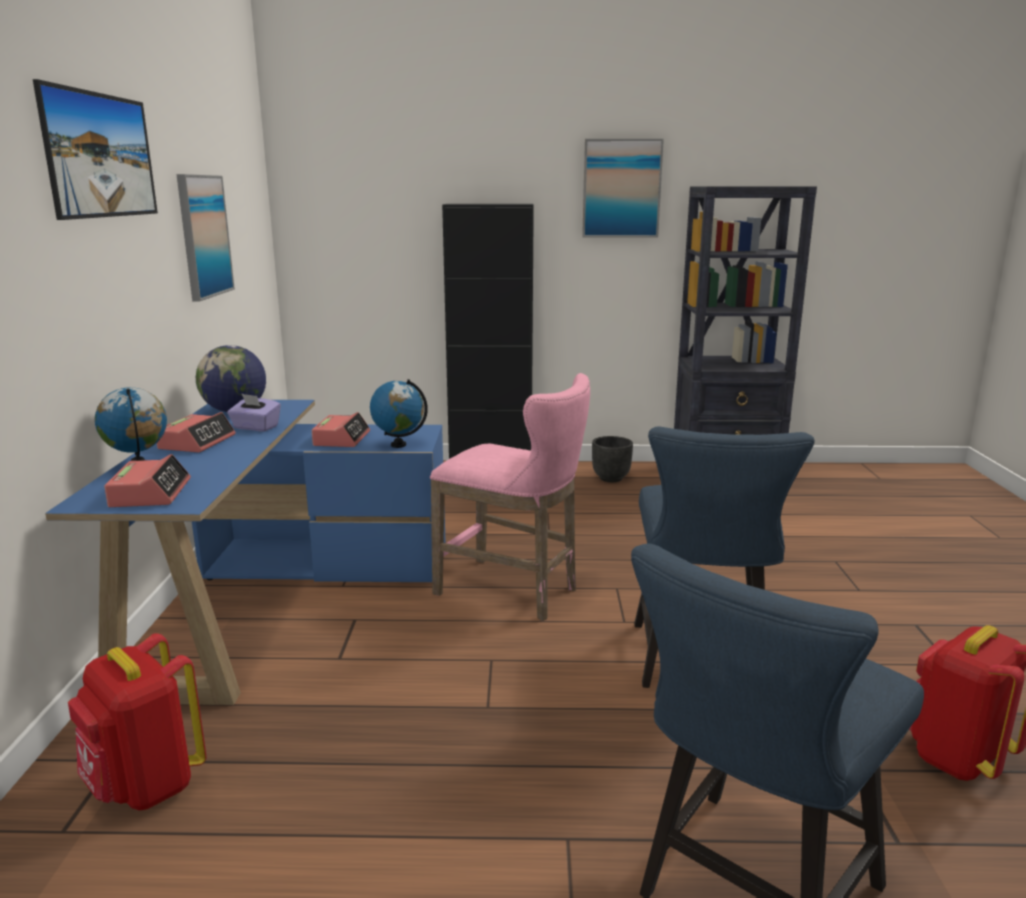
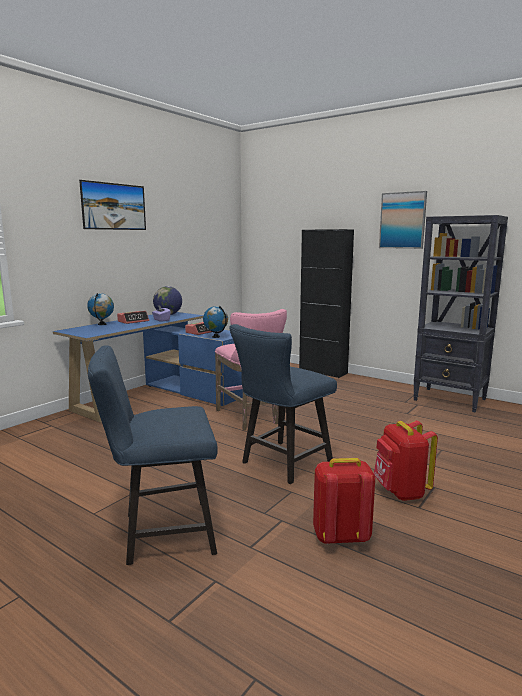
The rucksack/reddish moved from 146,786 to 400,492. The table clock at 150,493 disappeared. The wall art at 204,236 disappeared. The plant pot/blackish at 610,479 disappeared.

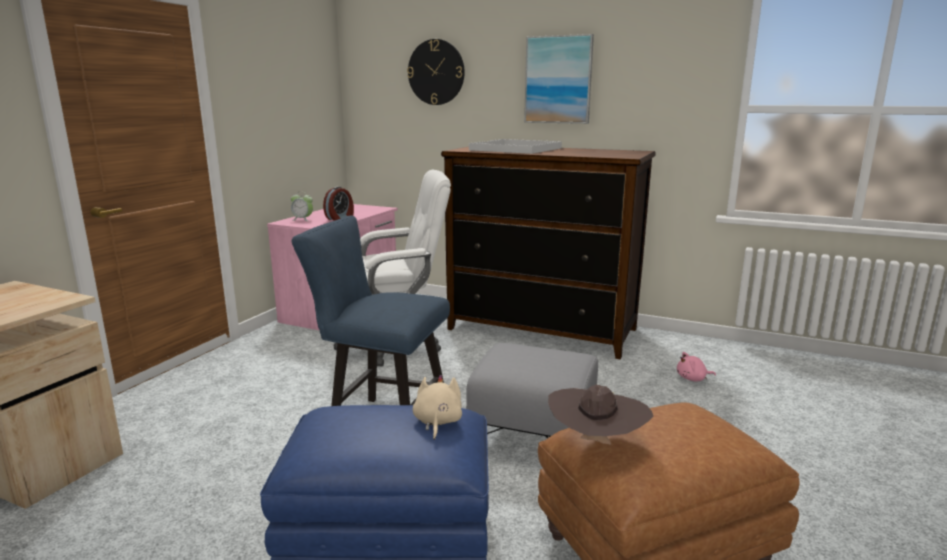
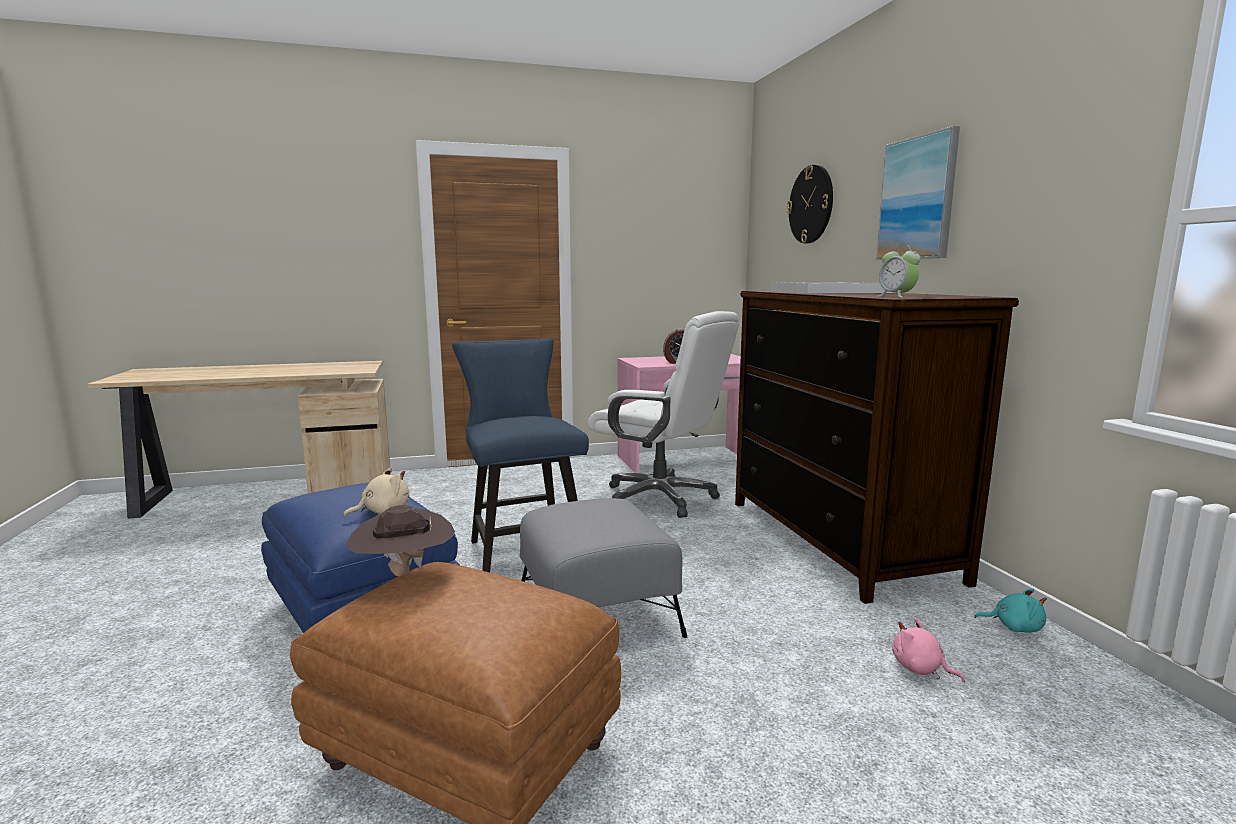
The table clock moved from 303,219 to 896,296. The cuddly toy/turquoise-coloured at 1014,627 appeared.

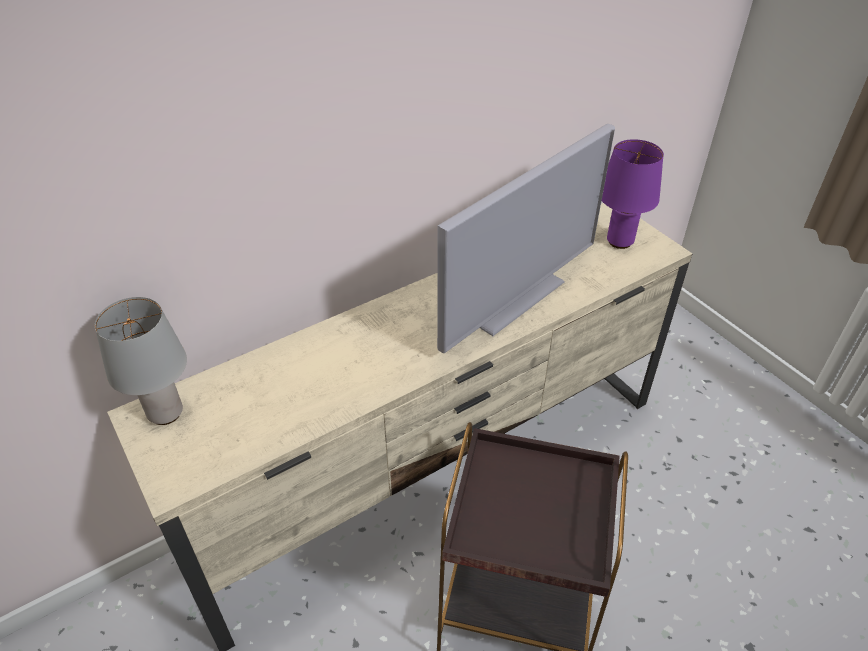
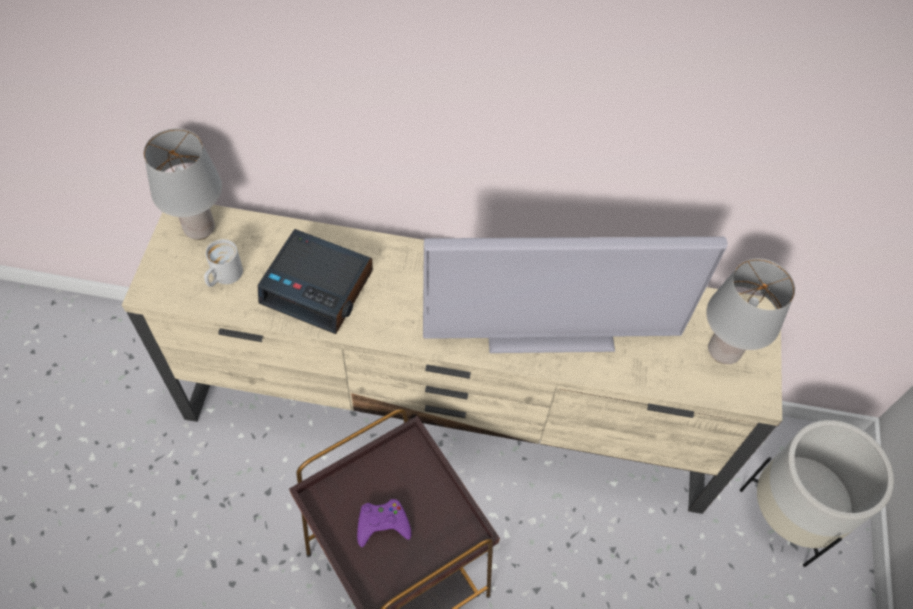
The tea mug/white-coloured at 223,277 appeared. The table clock at 318,287 appeared. The joypad/purple-coloured at 382,524 appeared. The tabletop lamp/purple-coloured at 619,242 became the tabletop lamp/grey at 722,351. The plant pot/white-coloured at 790,513 appeared.

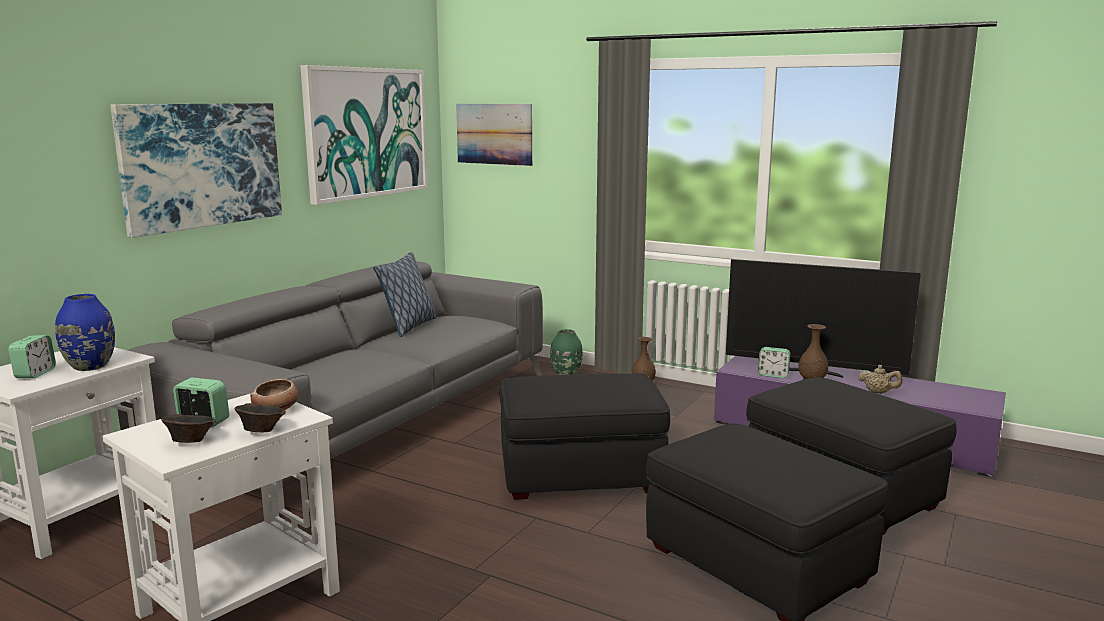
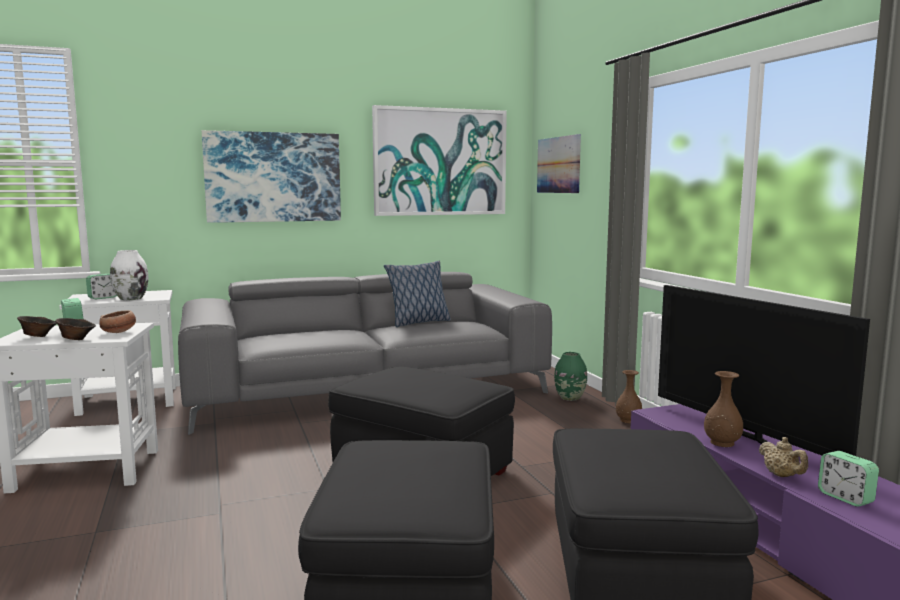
The flower vase/bluish at 89,366 became the flower vase/white-coloured at 131,298. The table clock moved from 773,375 to 845,498.

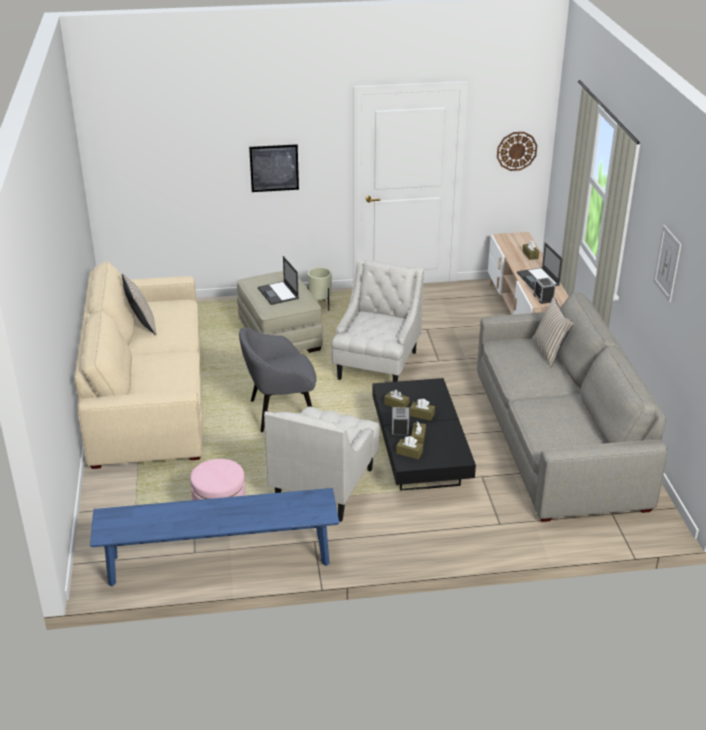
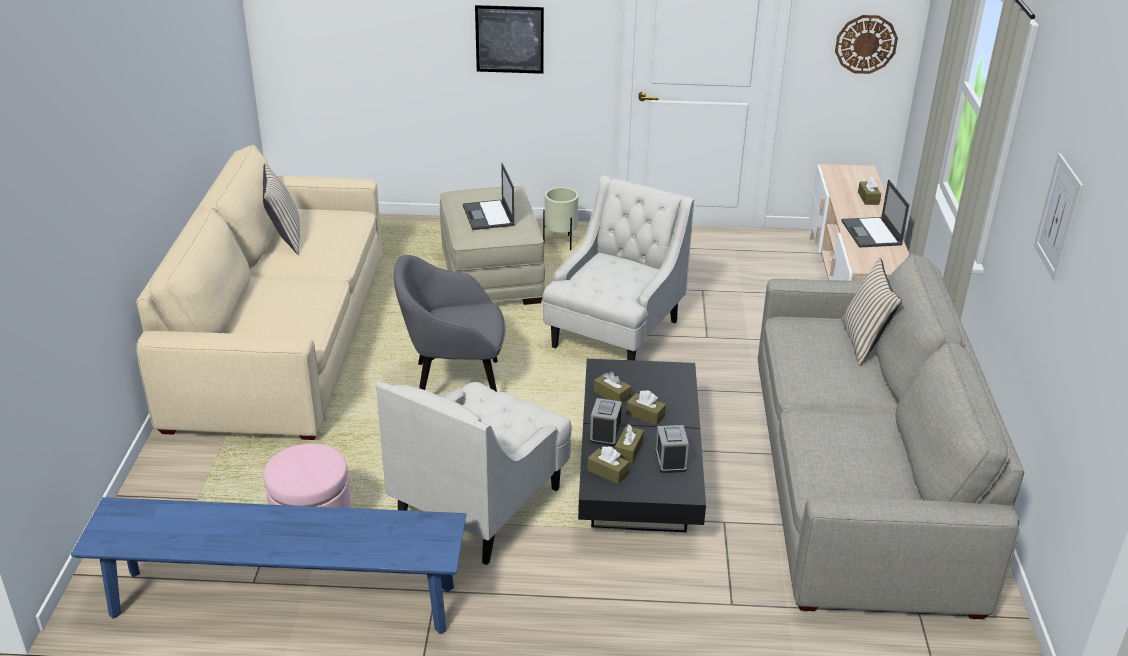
The table clock moved from 543,298 to 670,460.

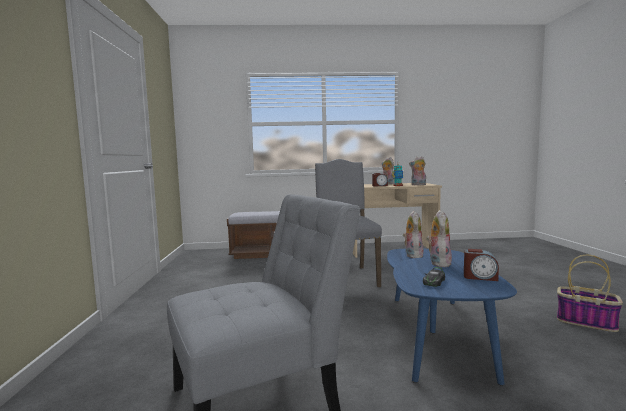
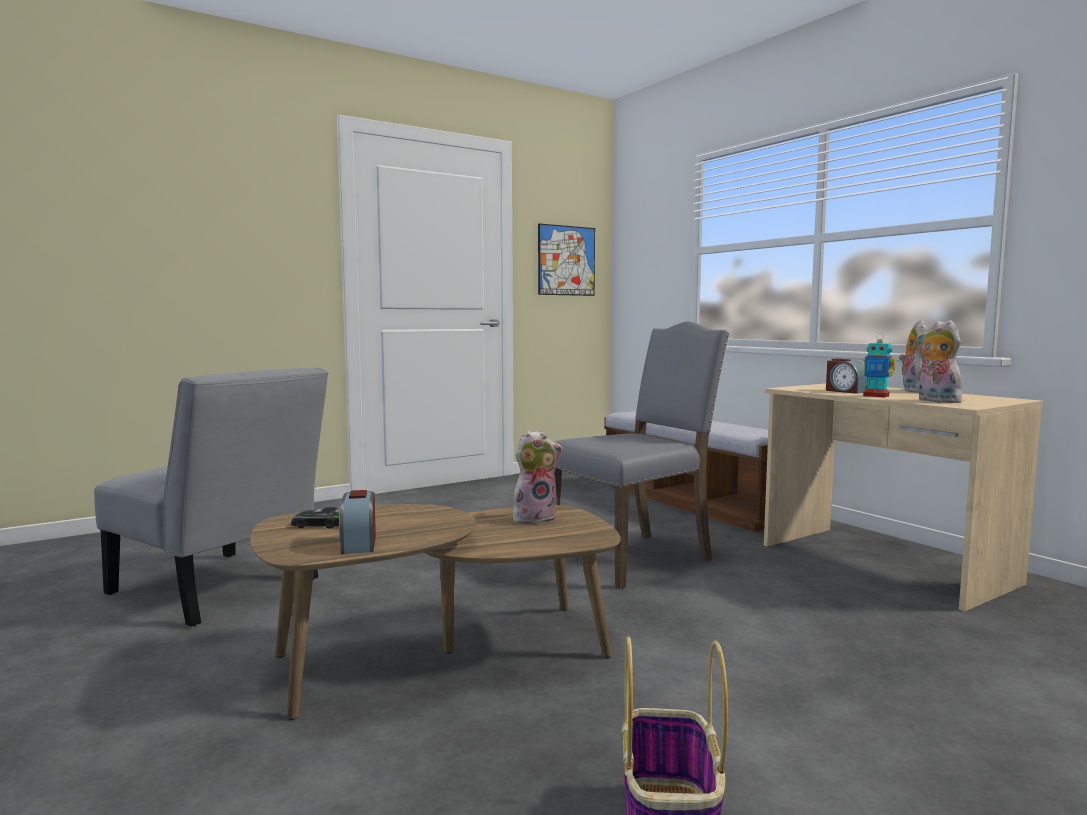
The coffee table/bluish at 435,333 became the coffee table/brown at 444,654. The wall art at 566,260 appeared. The cuddly toy at 438,263 disappeared.

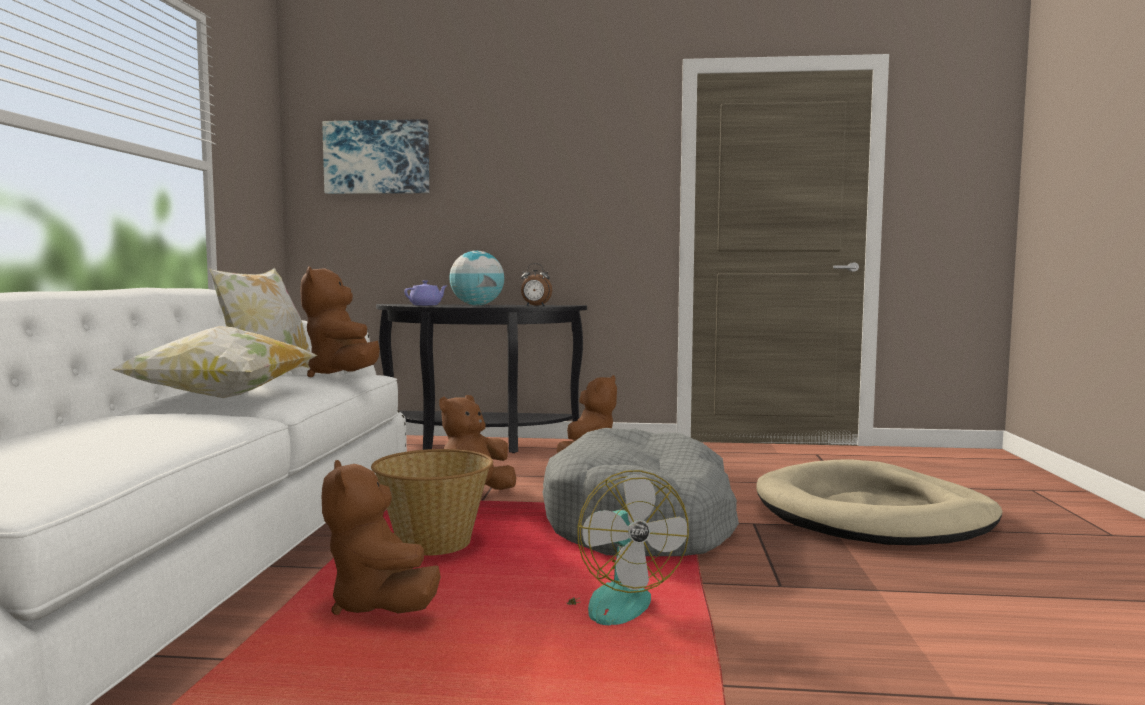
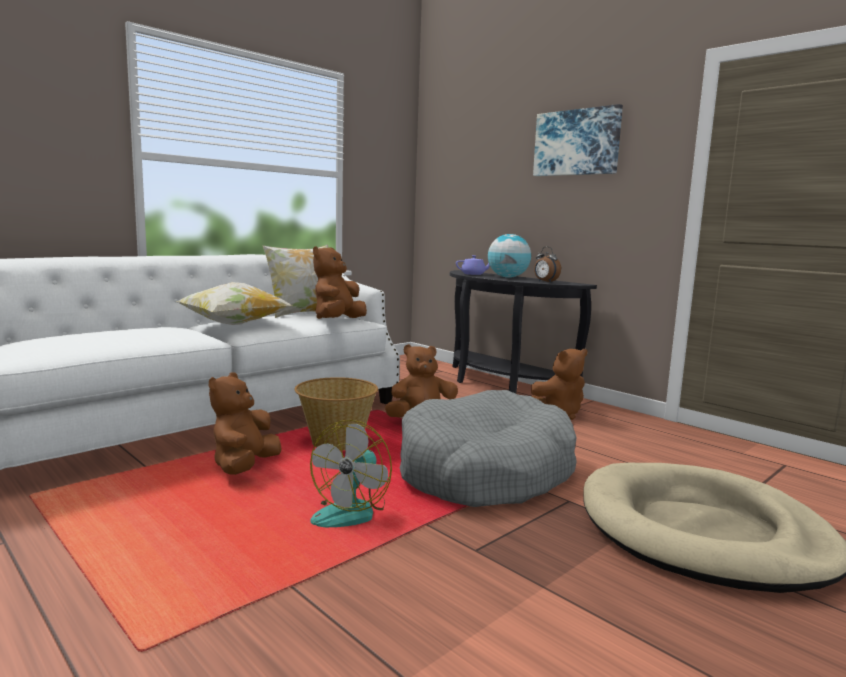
The wall art moved from 377,157 to 577,142.

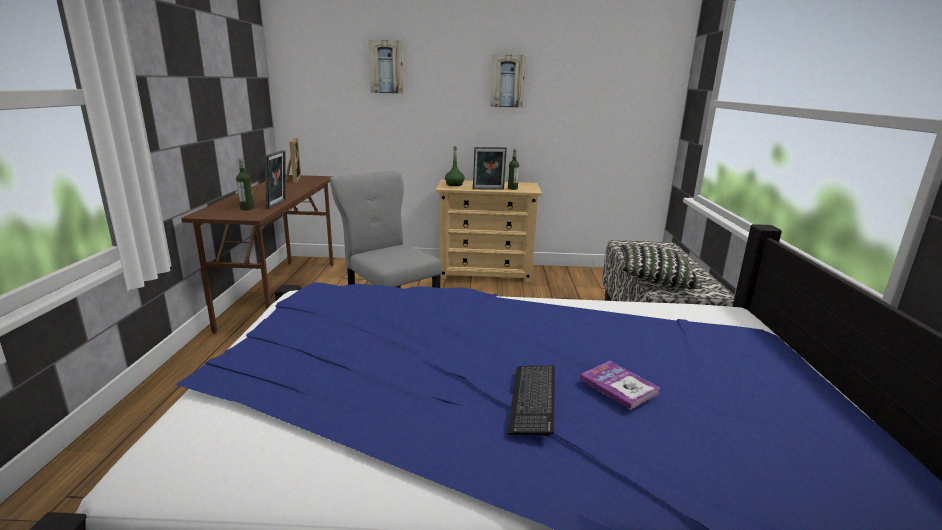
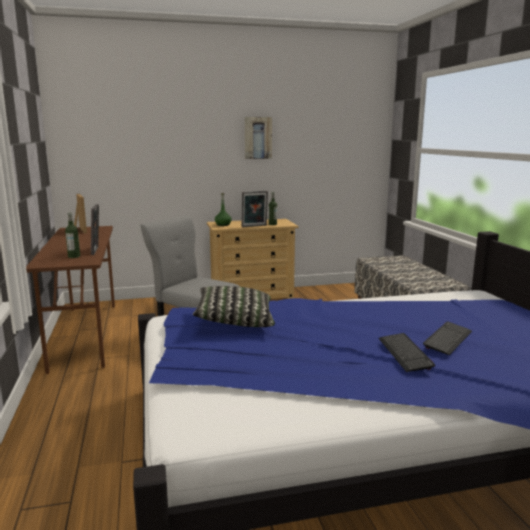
The cushion moved from 654,280 to 235,321. The bound book at 618,386 was replaced by the computer keyboard at 447,339. The wall art at 386,67 disappeared.

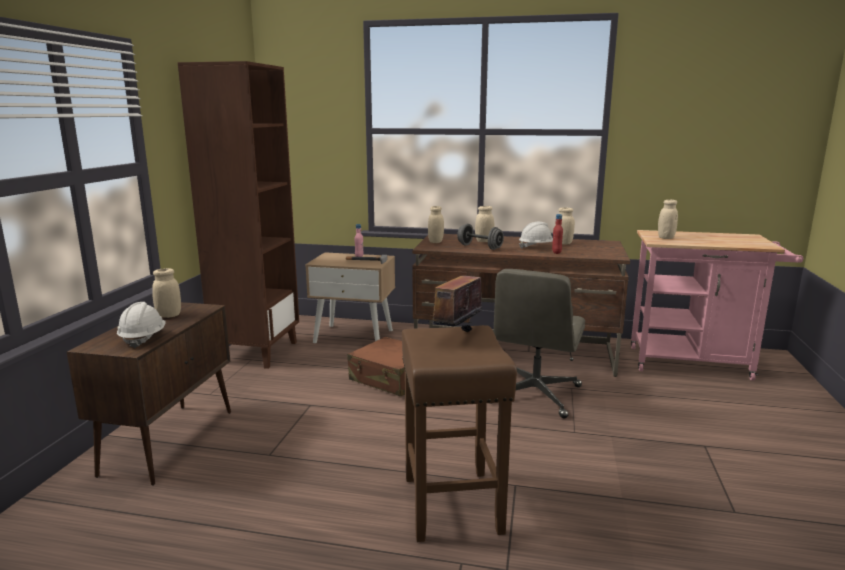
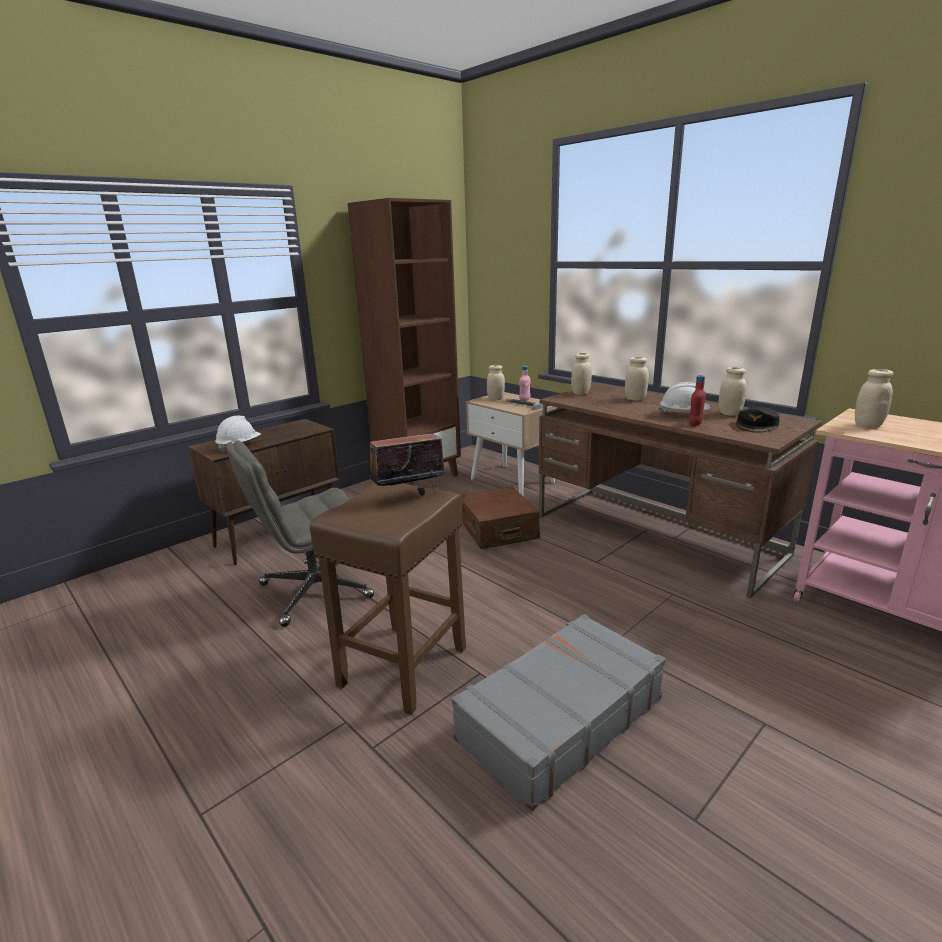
The desk chair/grey moved from 535,395 to 314,591. The piece of luggage/grey at 559,718 appeared. The preserve jar/beige moved from 169,315 to 495,399. The peaked cap/blackish at 757,425 appeared. The dumbbell/grey at 480,247 disappeared.

